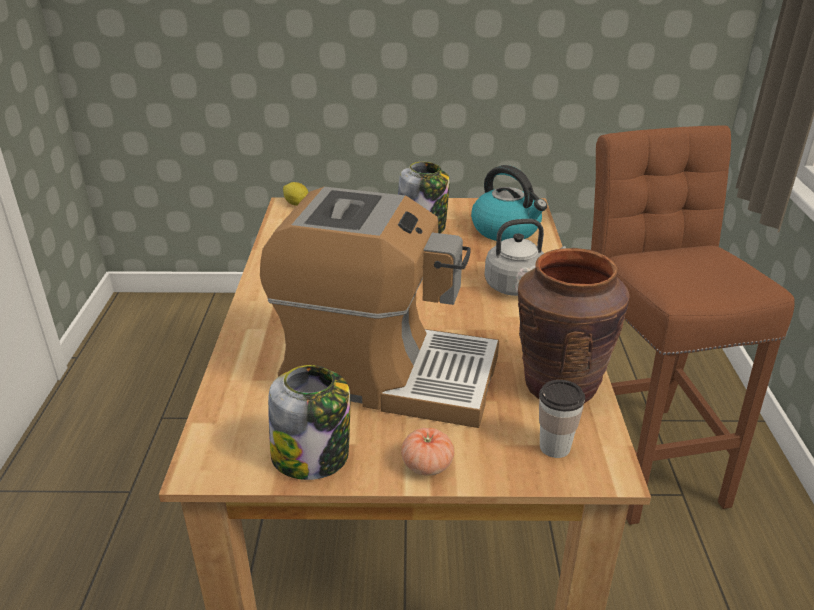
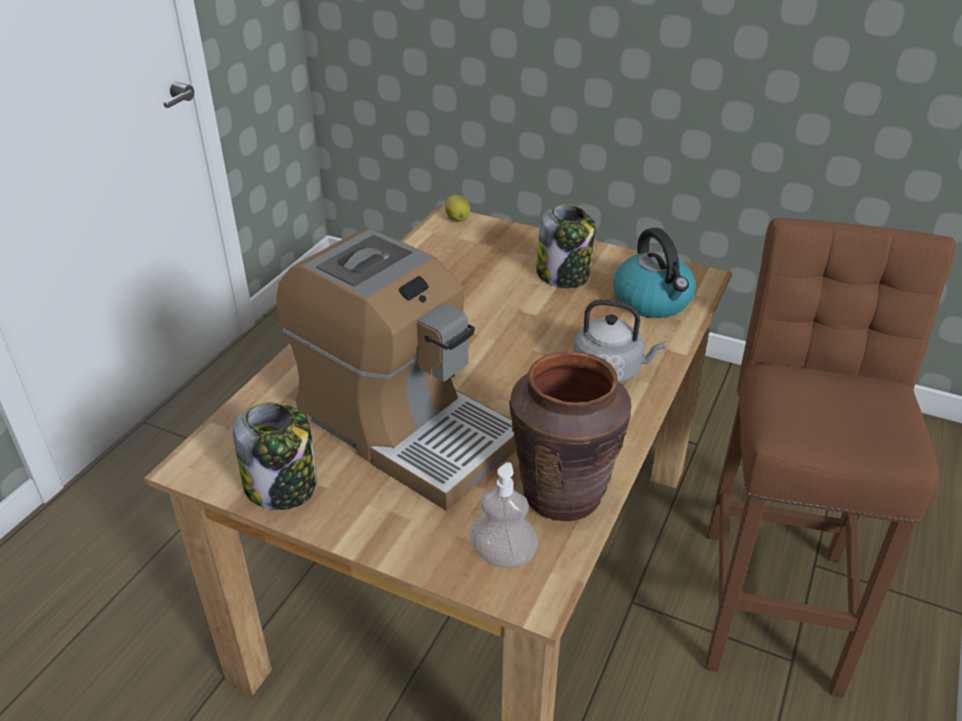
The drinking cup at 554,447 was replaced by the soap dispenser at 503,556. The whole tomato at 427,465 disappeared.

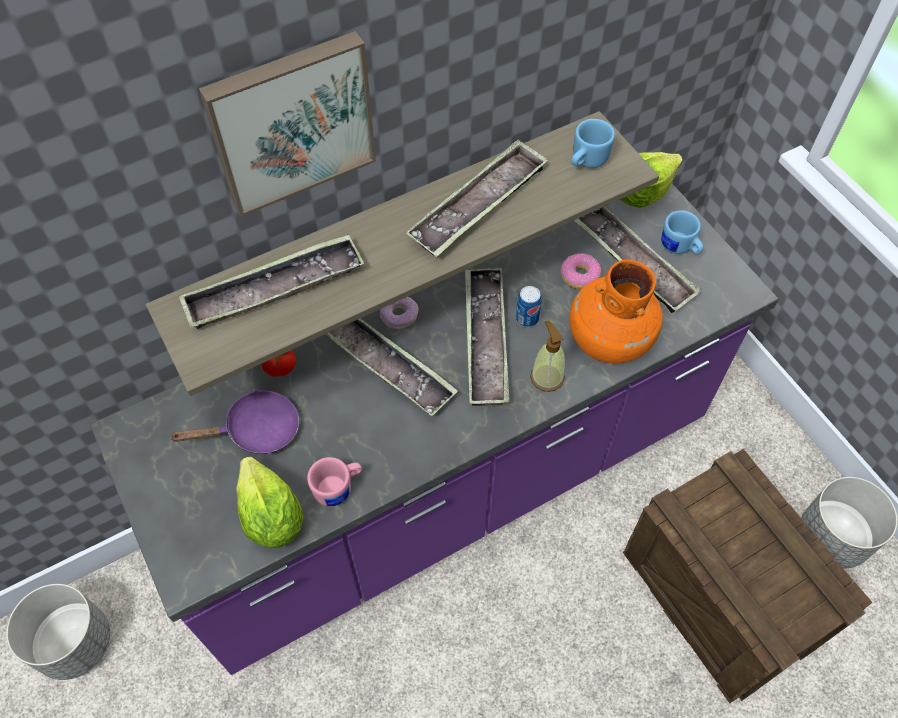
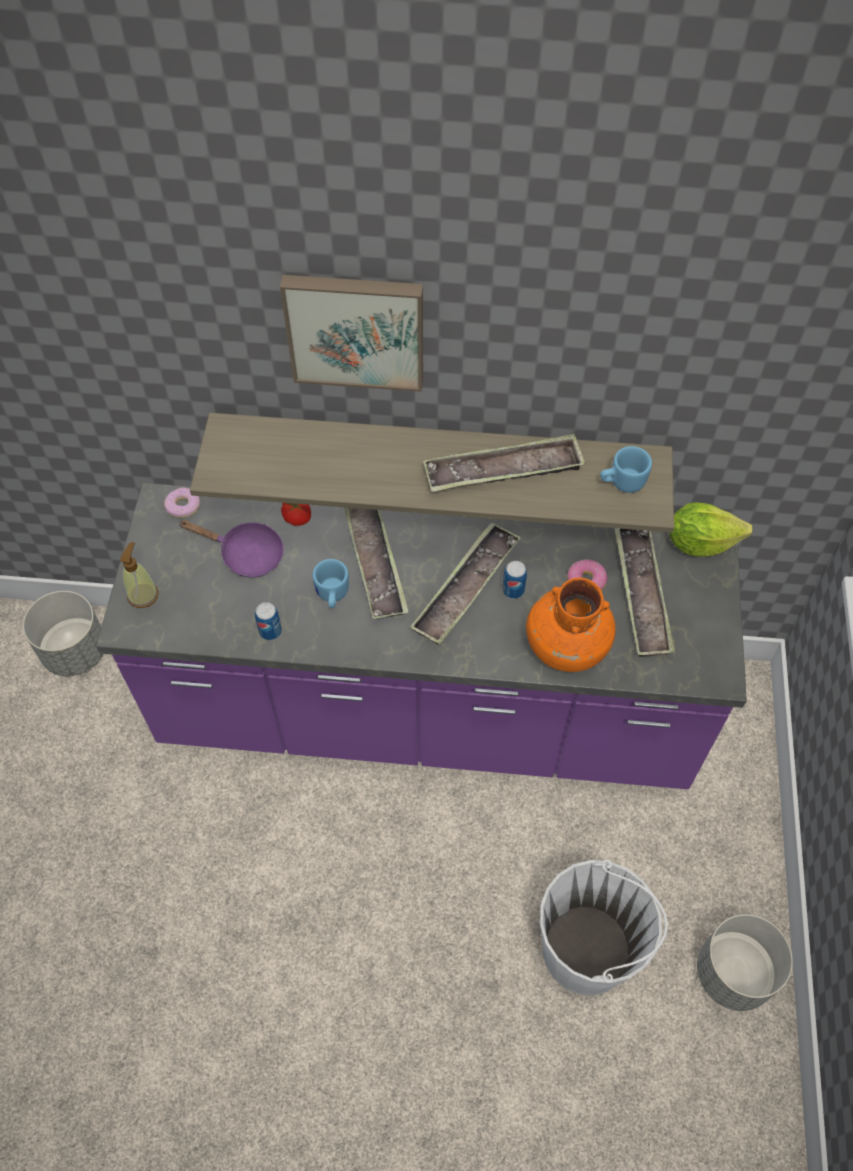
The soap dispenser moved from 547,377 to 143,595. The donut moved from 399,315 to 183,506. The tea mug/pink at 338,488 was replaced by the can at 270,631. The tea mug/bluish moved from 679,248 to 332,595. The crate at 720,597 was replaced by the water bucket/white-coloured at 586,950. The serving tray at 274,289 disappeared. The head of lettuce at 271,517 disappeared.

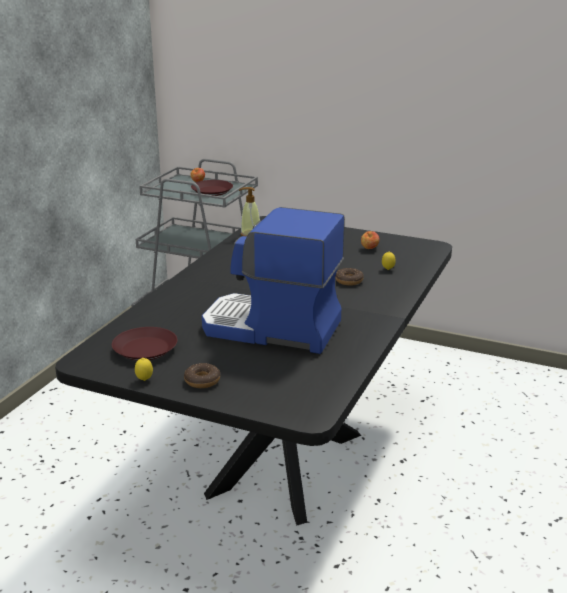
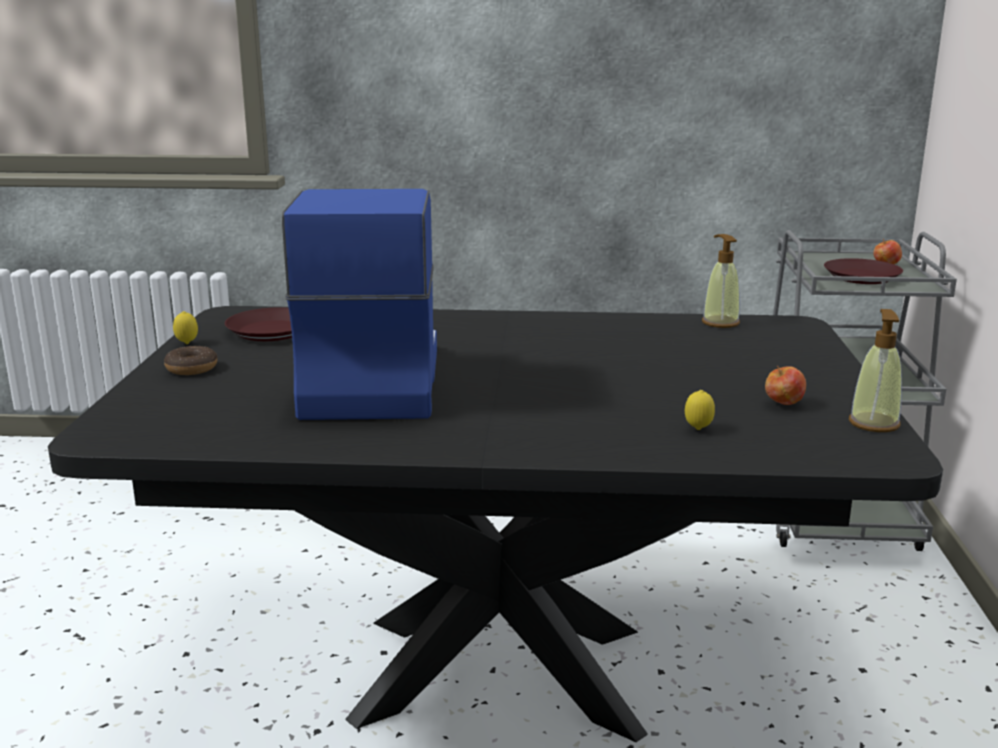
The soap dispenser at 873,423 appeared. The donut at 349,281 disappeared.

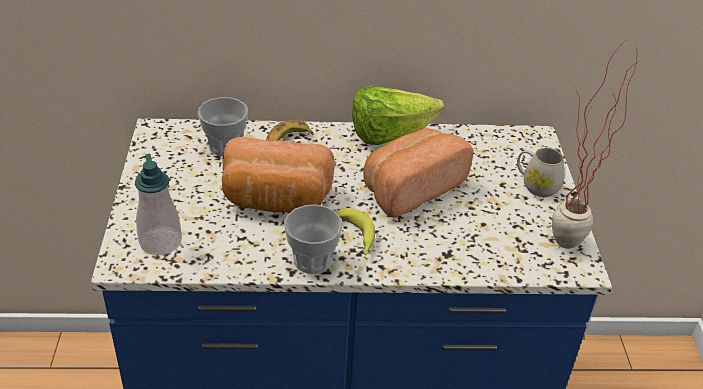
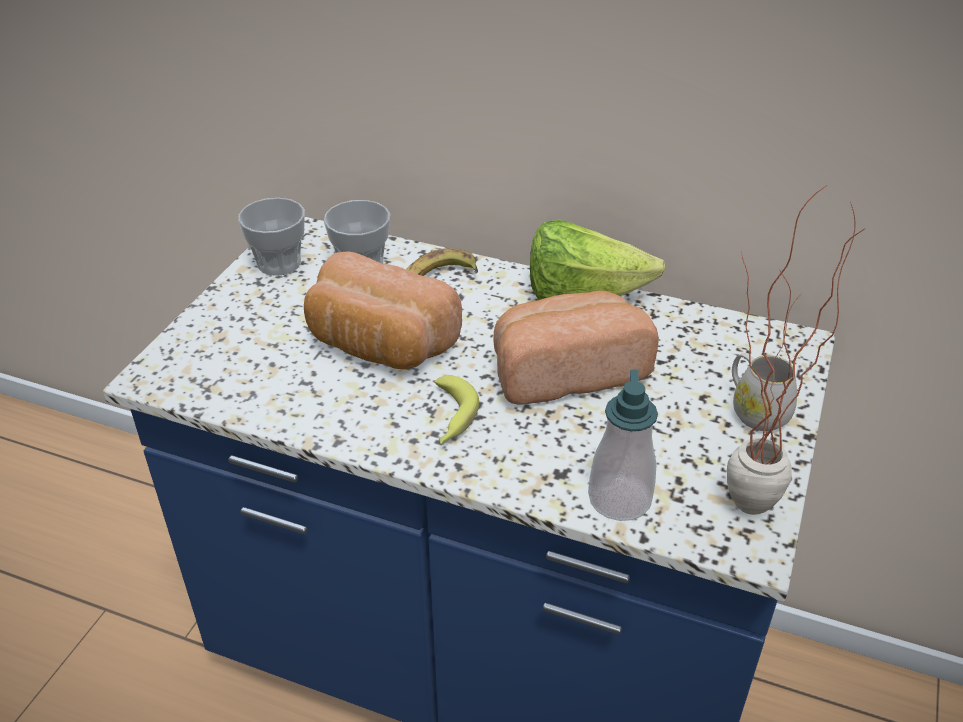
The drinking cup moved from 312,260 to 279,263. The soap dispenser moved from 160,242 to 619,499.

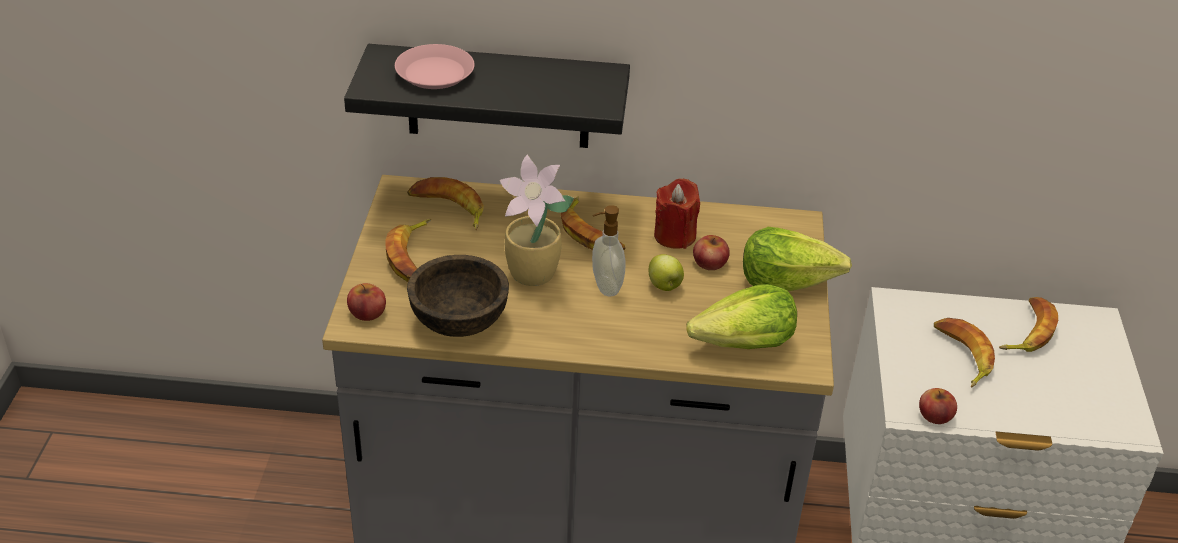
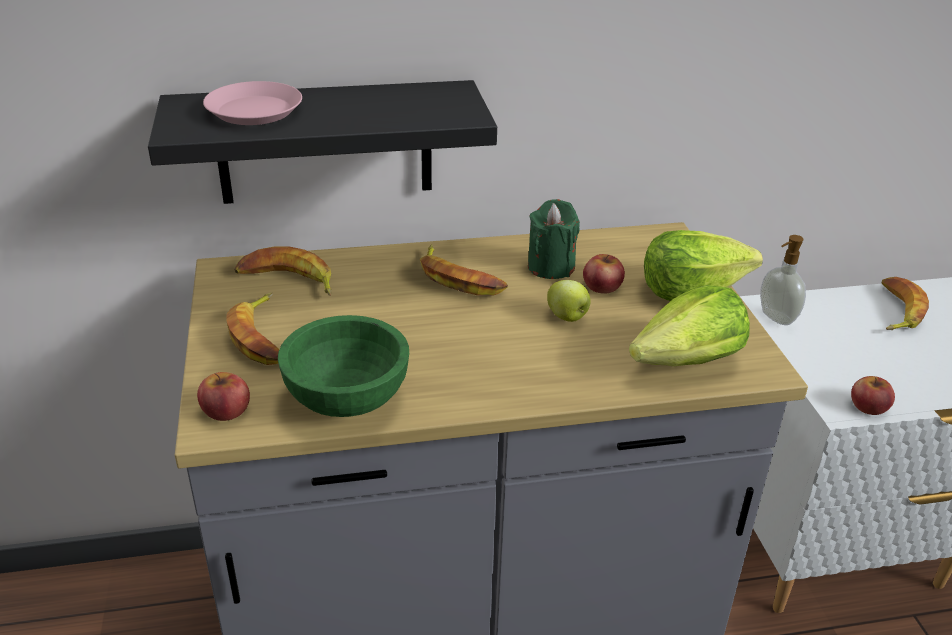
The deep dish/brown at 458,320 became the deep dish/green-coloured at 346,398. The candle/reddish at 675,236 became the candle/green-coloured at 551,267. The soap dispenser moved from 605,286 to 775,318. The plant in a pot at 534,275 disappeared. The whole banana at 961,356 disappeared.

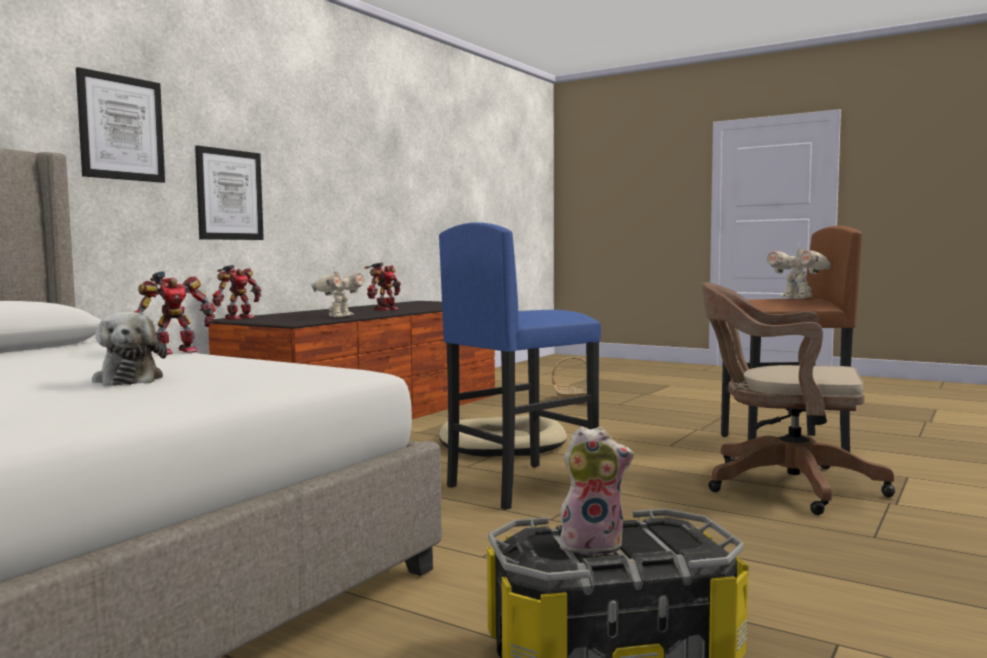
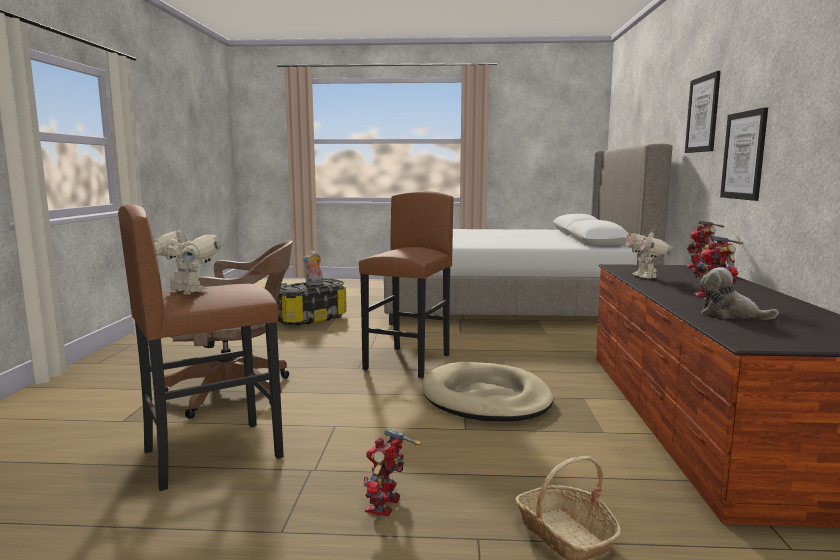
The stool/bluish at 520,485 became the stool/brown at 408,362. The toy robot moved from 174,351 to 386,505. The cuddly toy moved from 129,379 to 730,315.

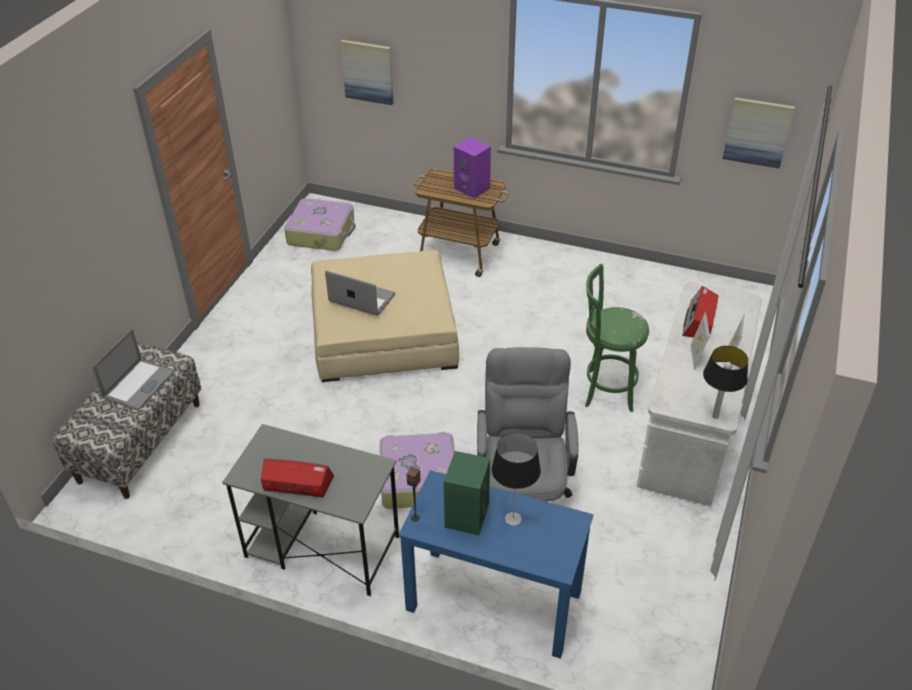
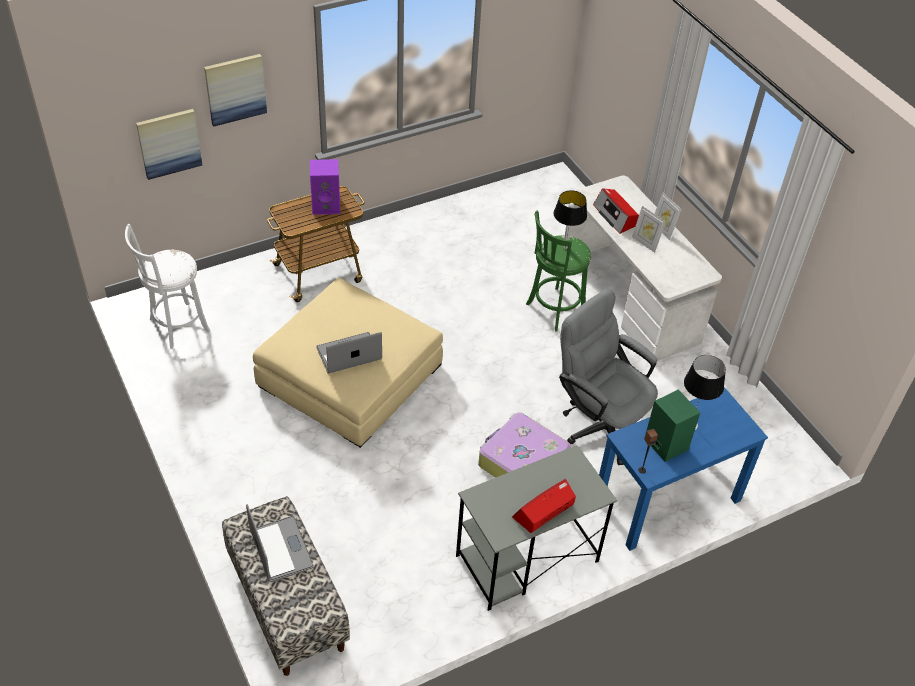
The piece of luggage at 322,232 was replaced by the stool/white-coloured at 176,327. The wall art moved from 758,132 to 235,89. The tabletop lamp moved from 715,416 to 565,247.

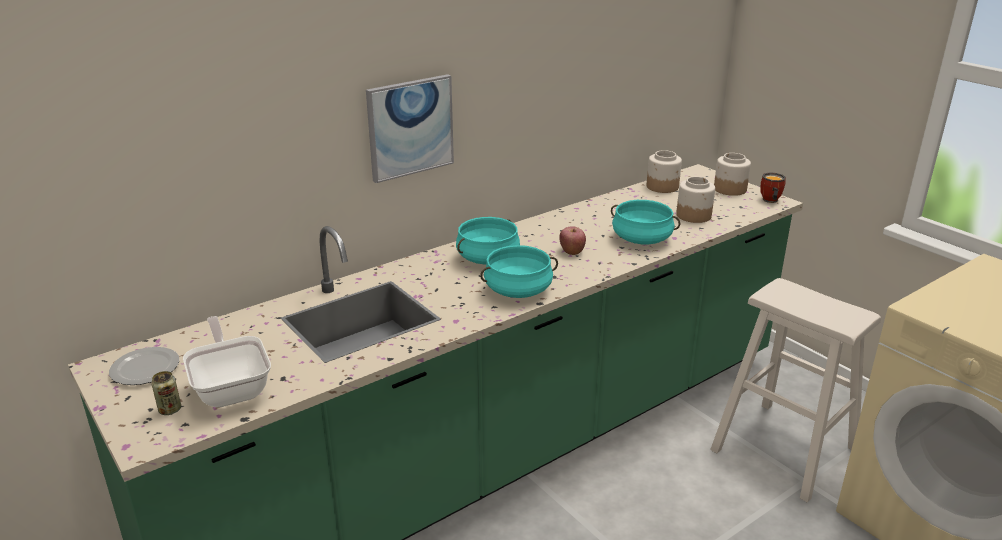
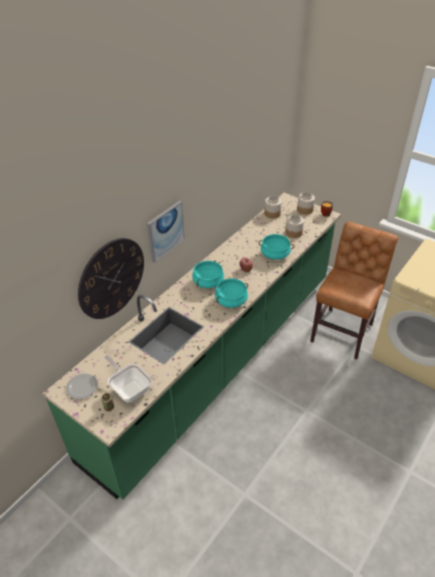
The hanging clock at 111,278 appeared. The stool/beige at 785,449 was replaced by the chair/brown at 343,330.

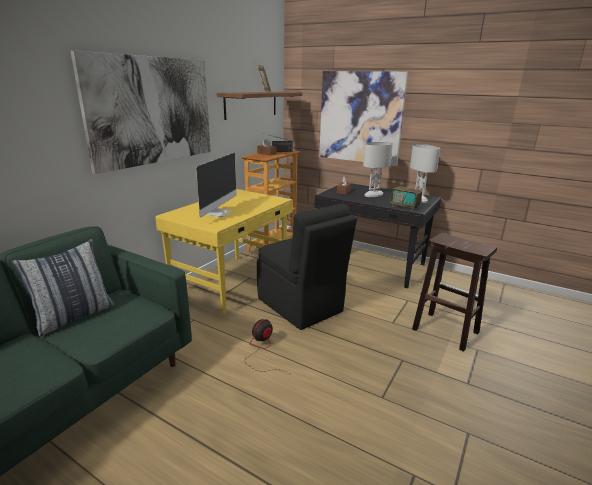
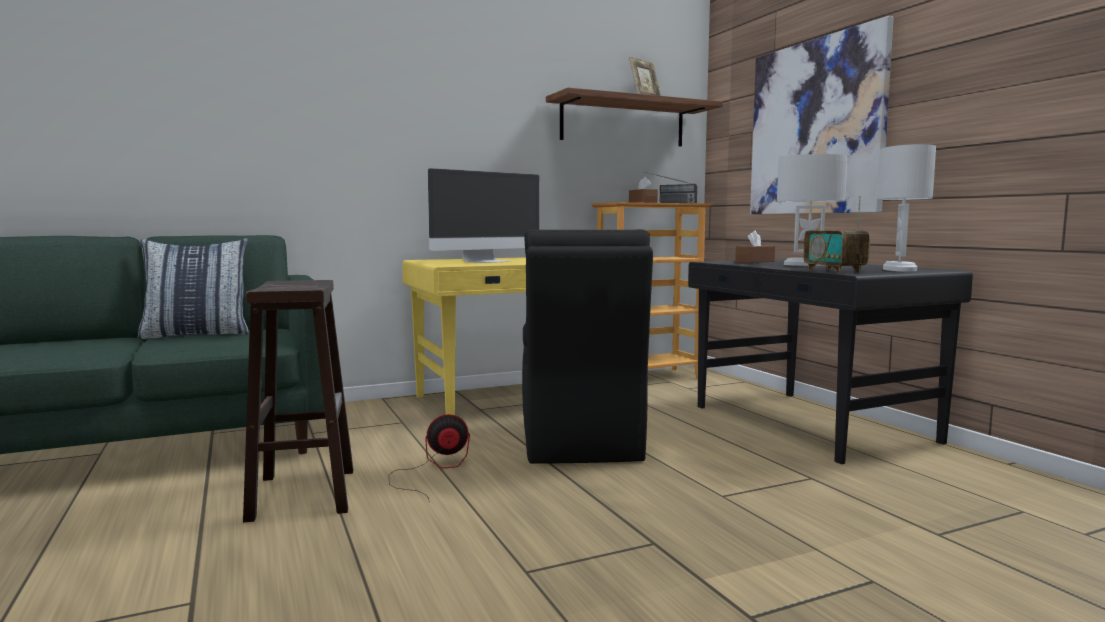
The stool/brown moved from 444,330 to 303,493. The wall art at 152,111 disappeared.

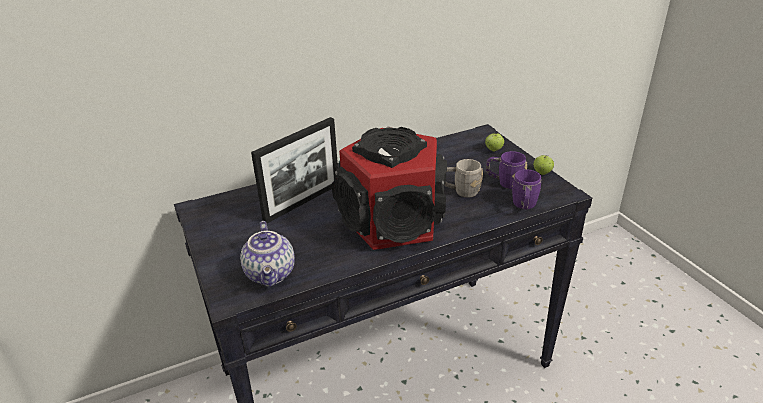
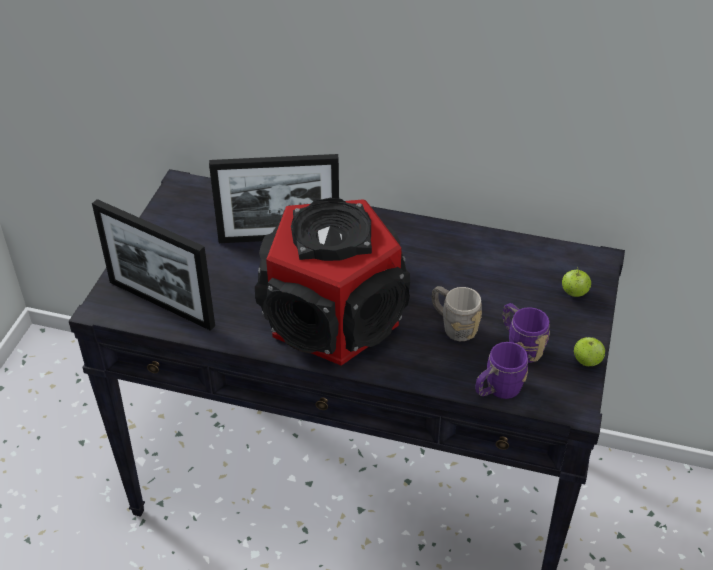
The pot for tea at 271,274 was replaced by the standing frame at 161,304.

